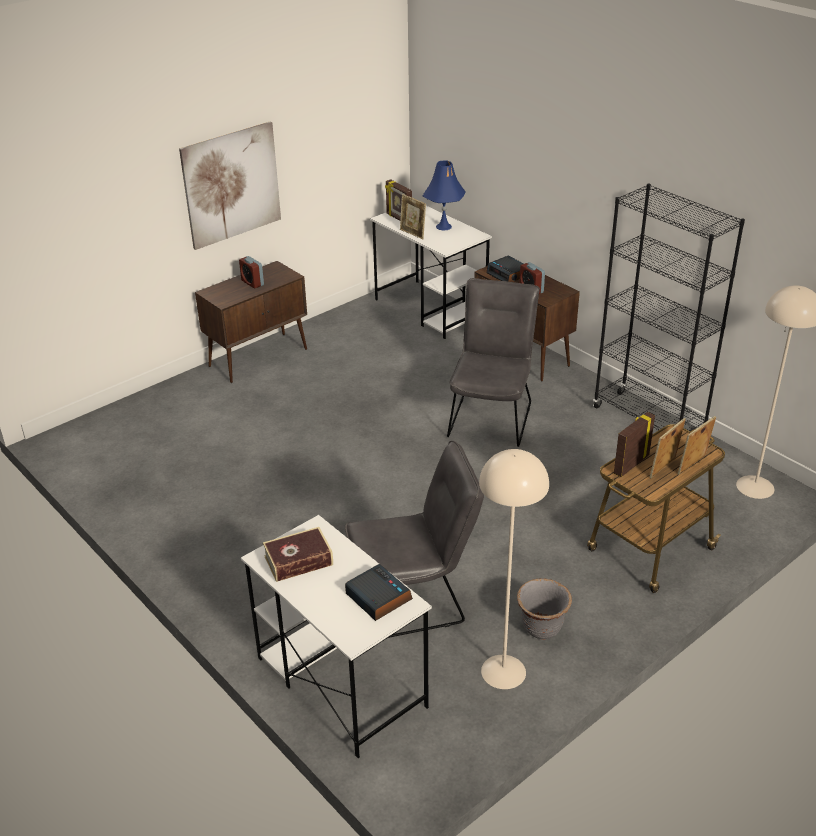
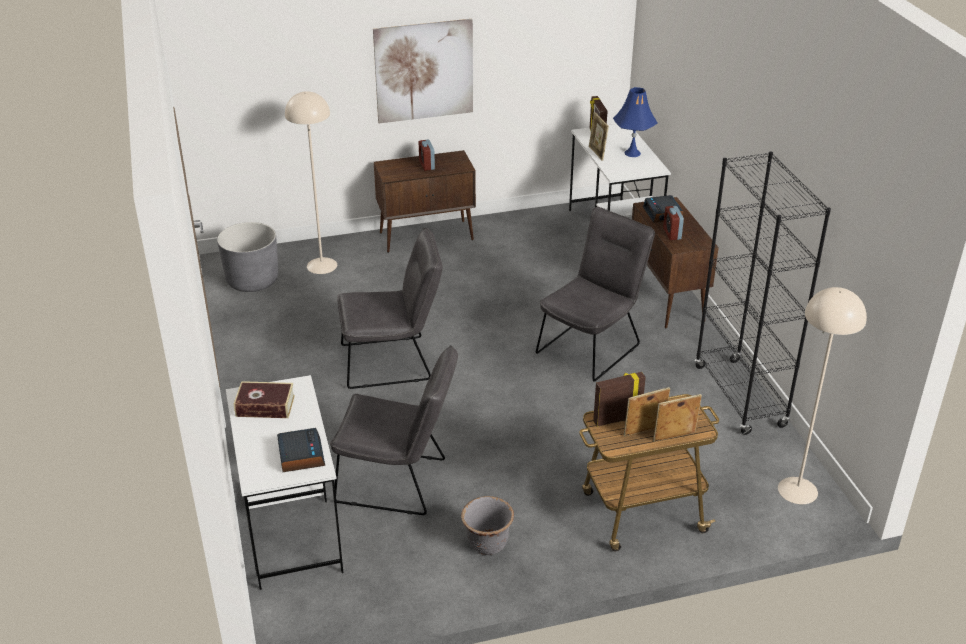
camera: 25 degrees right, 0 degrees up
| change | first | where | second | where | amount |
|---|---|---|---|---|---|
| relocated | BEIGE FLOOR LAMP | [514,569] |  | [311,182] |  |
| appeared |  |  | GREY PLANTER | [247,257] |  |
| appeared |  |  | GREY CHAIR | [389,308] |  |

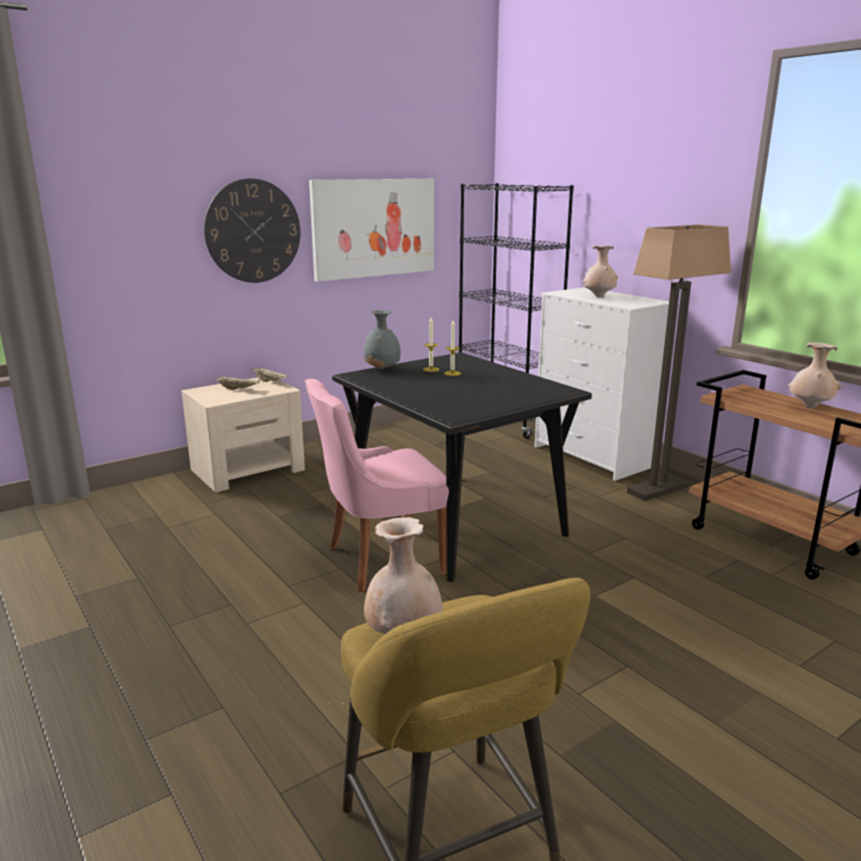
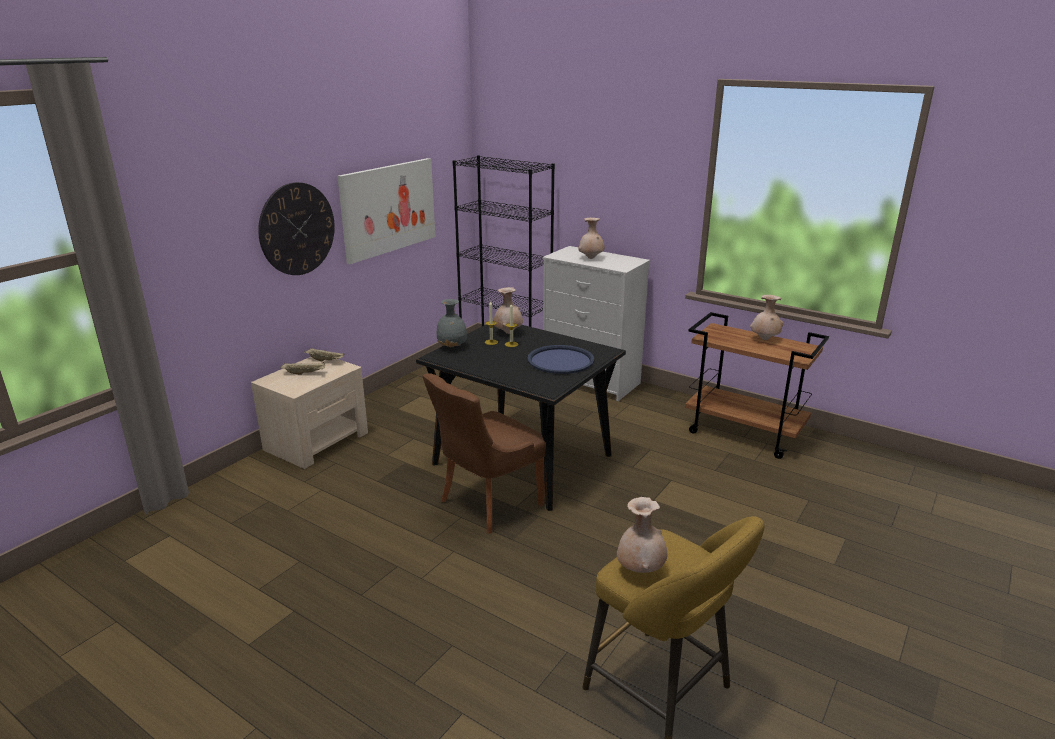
camera: 20 degrees left, 5 degrees up
| change | first | where | second | where | amount |
|---|---|---|---|---|---|
| missing | FLOOR LAMP | [679,363] |  |  |  |
| colour | PINK CHAIR | [377,485] | BROWN CHAIR | [484,453] |  |
| appeared |  |  | BEIGE VASE | [508,310] |  |
| appeared |  |  | BLUE TRAY | [561,359] |  |

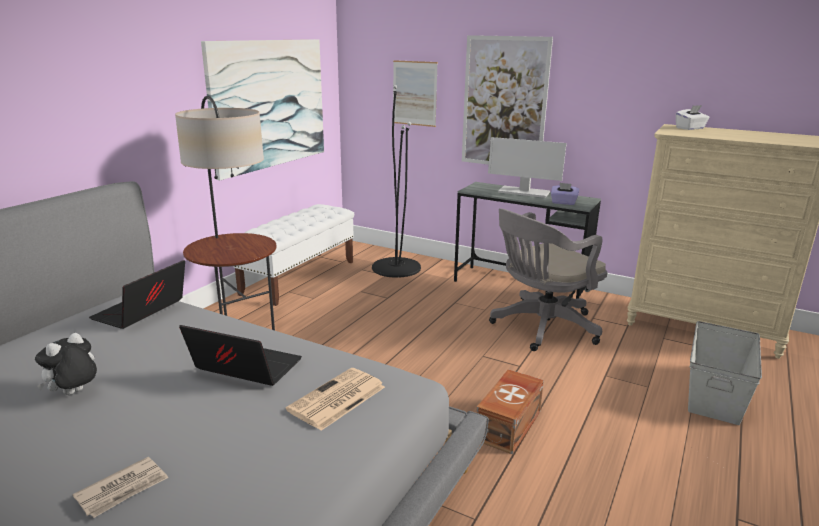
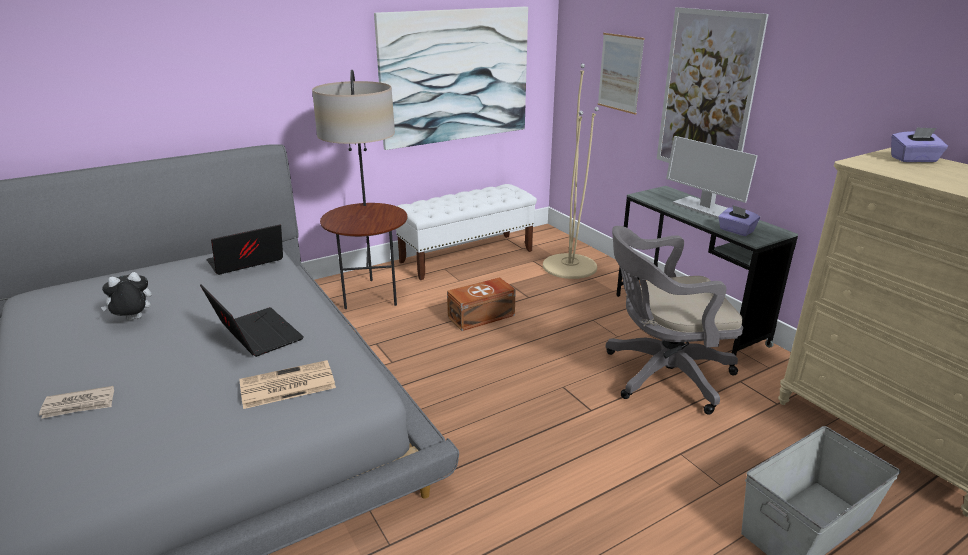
camera: 30 degrees right, 5 degrees up
| change | first | where | second | where | amount |
|---|---|---|---|---|---|
| colour | BLACK FLOOR LAMP | [396,181] | BEIGE FLOOR LAMP | [571,171] |  |
| colour | WHITE TISSUE BOX | [693,117] | PURPLE TISSUE BOX | [919,144] |  |
| relocated | BROWN STORAGE BOX | [510,412] |  | [481,304] |  |

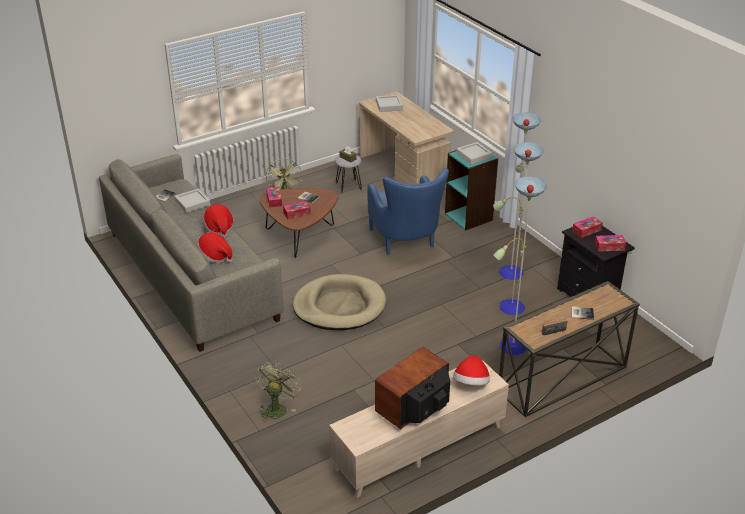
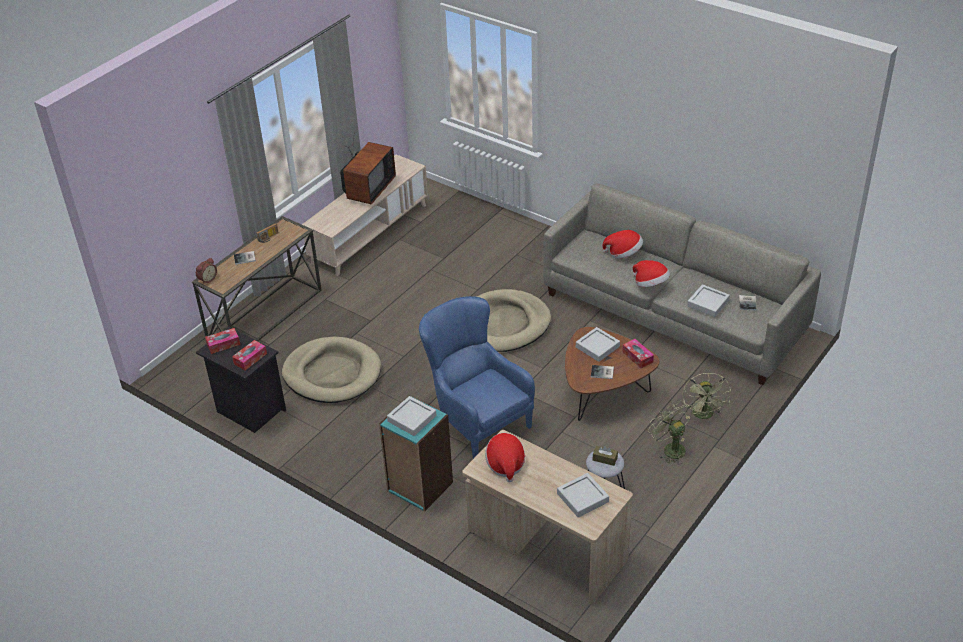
camera: 160 degrees right, 5 degrees up
| change | first | where | second | where | amount |
|---|---|---|---|---|---|
| exchanged | FLOOR LAMP | [520,234] | BEIGE DOG BED | [331,370] |  |
| exchanged | TISSUE BOX | [297,210] | GREY TRAY | [598,344] |  |
| relocated | HAT | [471,370] |  | [505,457] |  |
| relocated | GREEN FAN | [278,391] |  | [707,396] |  |
| appeared |  |  | ALARM CLOCK | [206,271] |  |

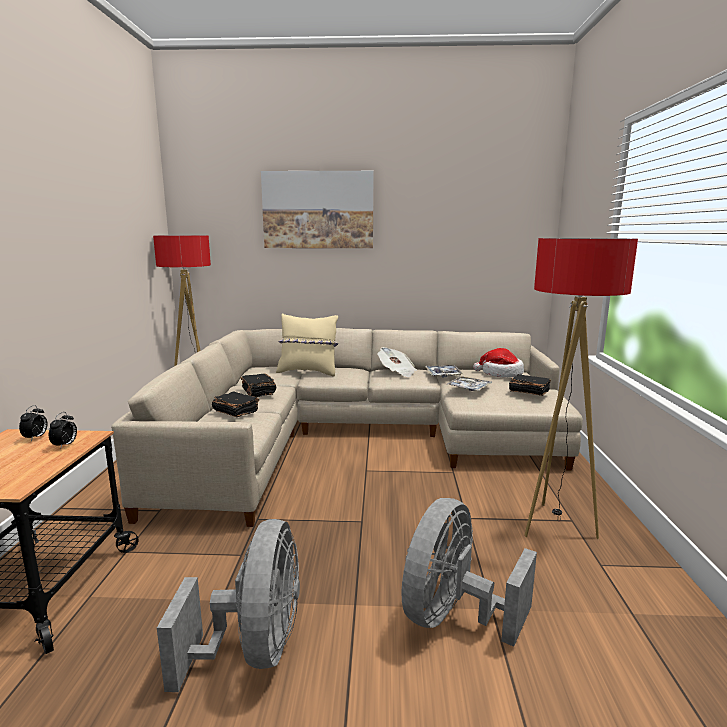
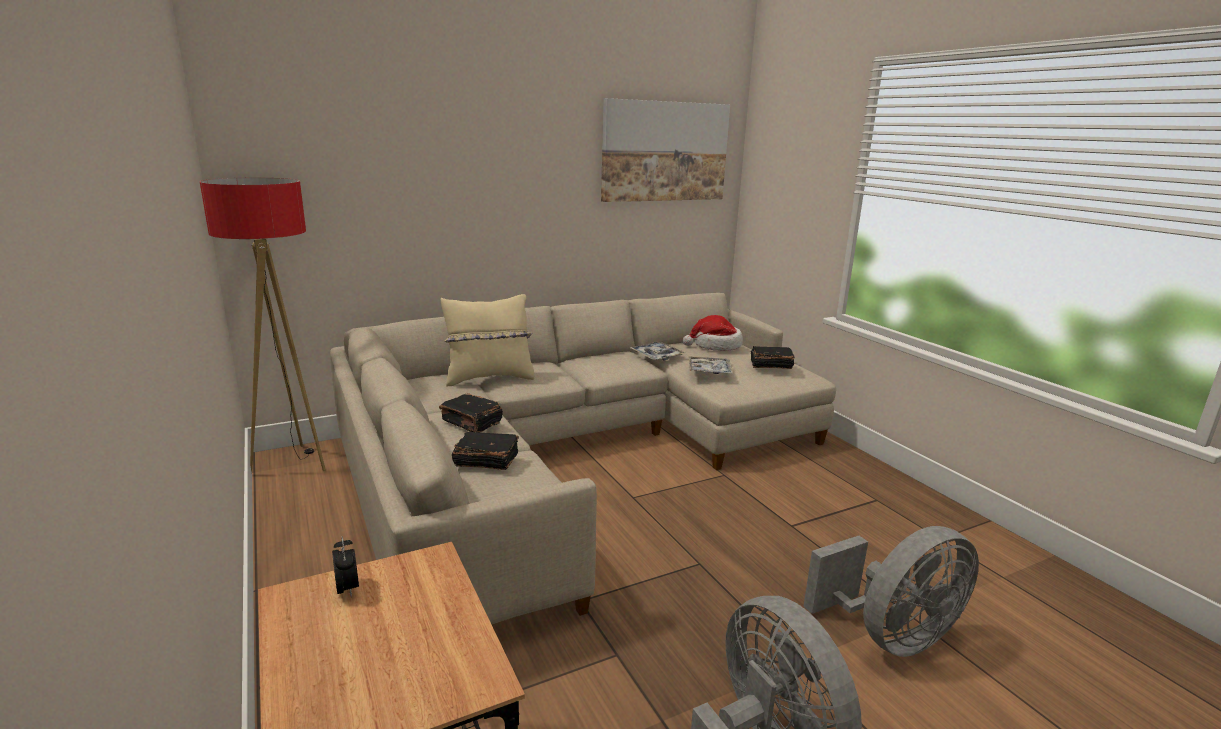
camera: 30 degrees left, 5 degrees up
| change | first | where | second | where | amount |
|---|---|---|---|---|---|
| relocated | PICTURE | [317,209] |  | [665,150] |  |
| missing | FLOOR LAMP | [581,388] |  |  |  |
| missing | NEWSPAPER | [397,362] |  |  |  |
| missing | ALARM CLOCK | [63,430] |  |  |  |
| spun | GREY FAN | [469,572] |  | [891,591] | 120 degrees counterclockwise |

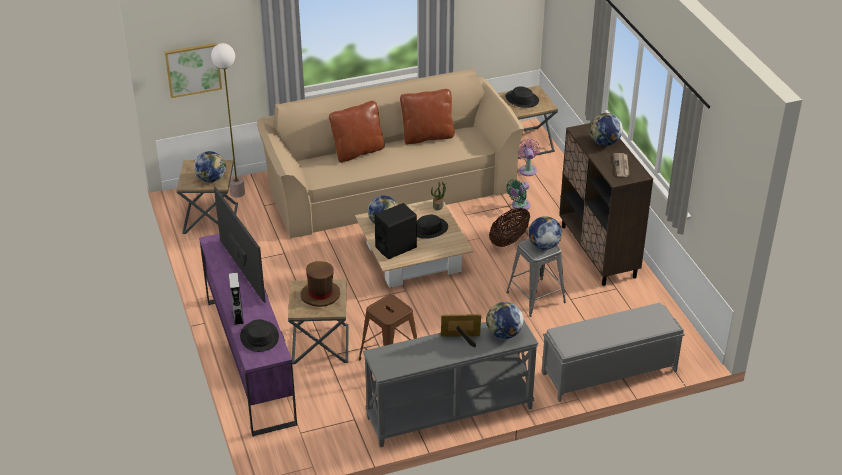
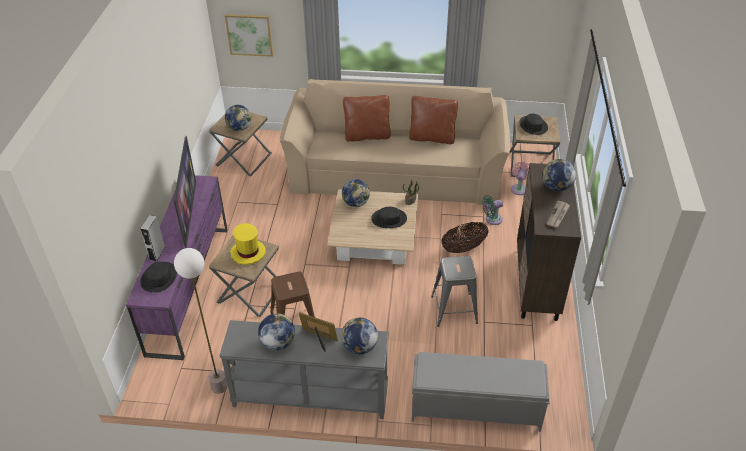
camera: 25 degrees right, 5 degrees up
| change | first | where | second | where | amount |
|---|---|---|---|---|---|
| relocated | FLOOR LAMP | [228,120] |  | [201,321] |  |
| missing | BLACK SPEAKER | [395,231] |  |  |  |
| relocated | GLOBE | [545,233] |  | [276,331] |  |
| colour | BROWN HAT | [320,284] | YELLOW HAT | [248,244] |  |

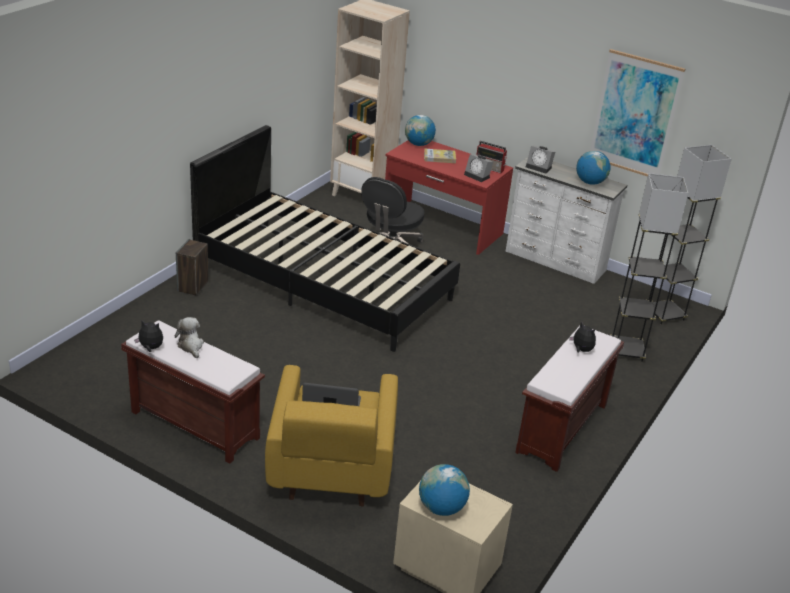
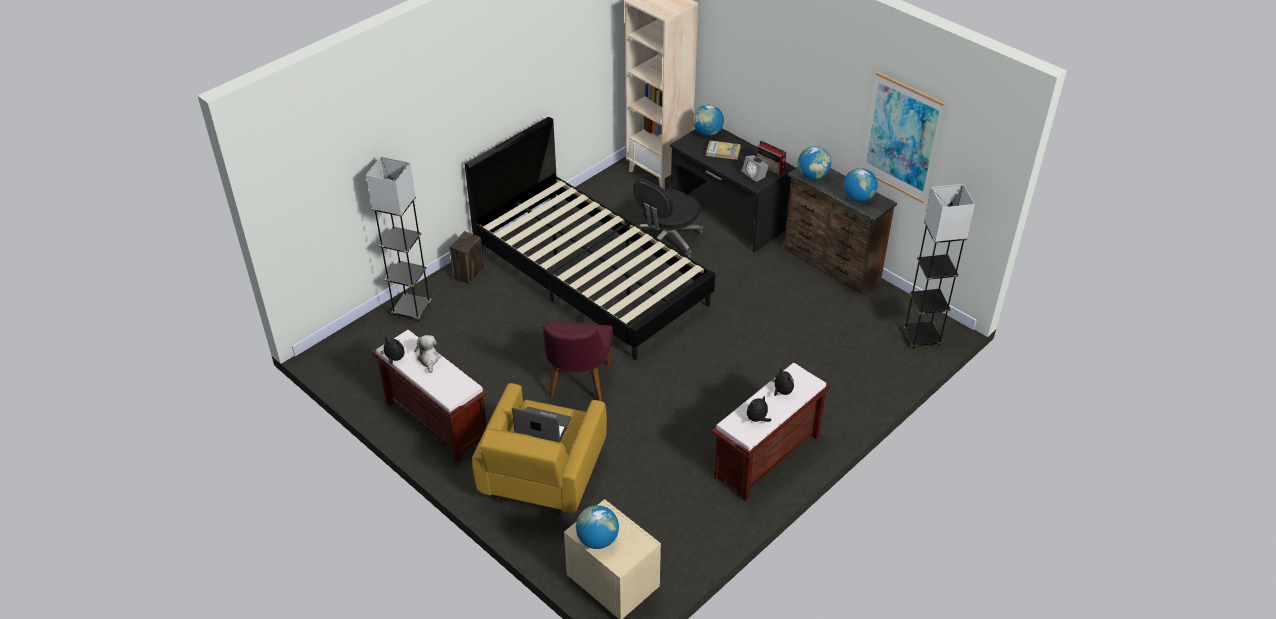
camera: 15 degrees right, 10 degrees up
| change | first | where | second | where | amount |
|---|---|---|---|---|---|
| colour | RED DESK | [449,197] | BLACK DESK | [733,190] |  |
| exchanged | ALARM CLOCK | [540,160] | GLOBE | [814,163] |  |
| colour | WHITE DRESSER | [566,220] | BROWN DRESSER | [840,231] |  |
| relocated | GREY FLOOR LAMP | [649,267] |  | [399,239] |  |
| appeared |  |  | PURPLE CHAIR | [578,361] |  |
| appeared |  |  | PLUSH TOY | [759,409] |  |

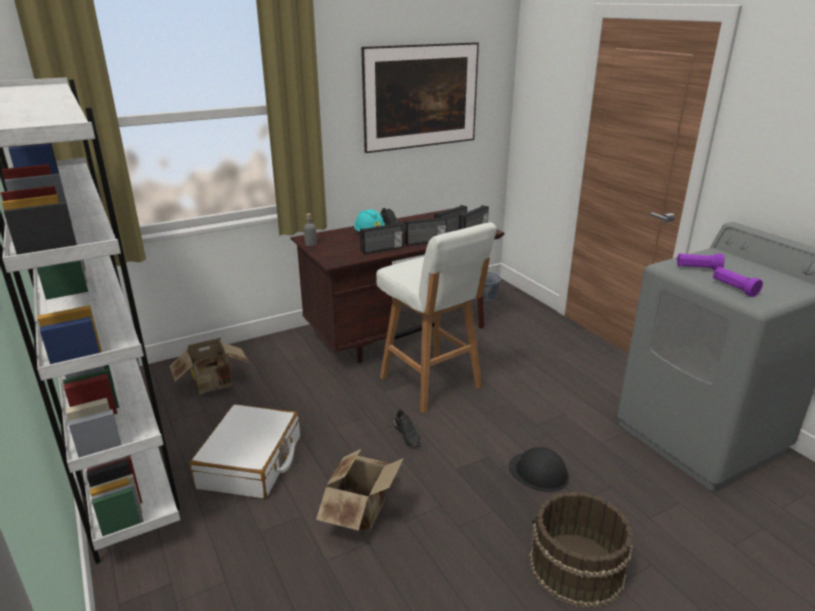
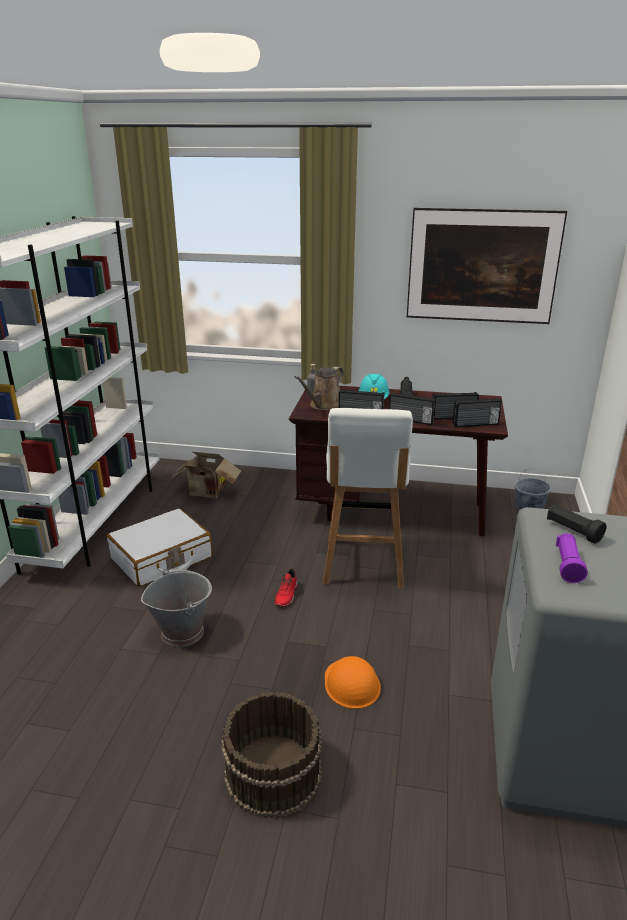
camera: 40 degrees right, 0 degrees up
| change | first | where | second | where | amount |
|---|---|---|---|---|---|
| colour | PURPLE FLASHLIGHT | [701,261] | BLACK FLASHLIGHT | [576,524] |  |
| colour | BLACK SHOE | [407,428] | RED SHOE | [286,588] |  |
| colour | BLACK HARD HAT | [539,469] | ORANGE HARD HAT | [353,682] |  |
| exchanged | CARDBOARD BOX | [360,490] | GREY BUCKET | [176,608] |  |
| appeared |  |  | BROWN WATERING CAN | [319,388] |  |

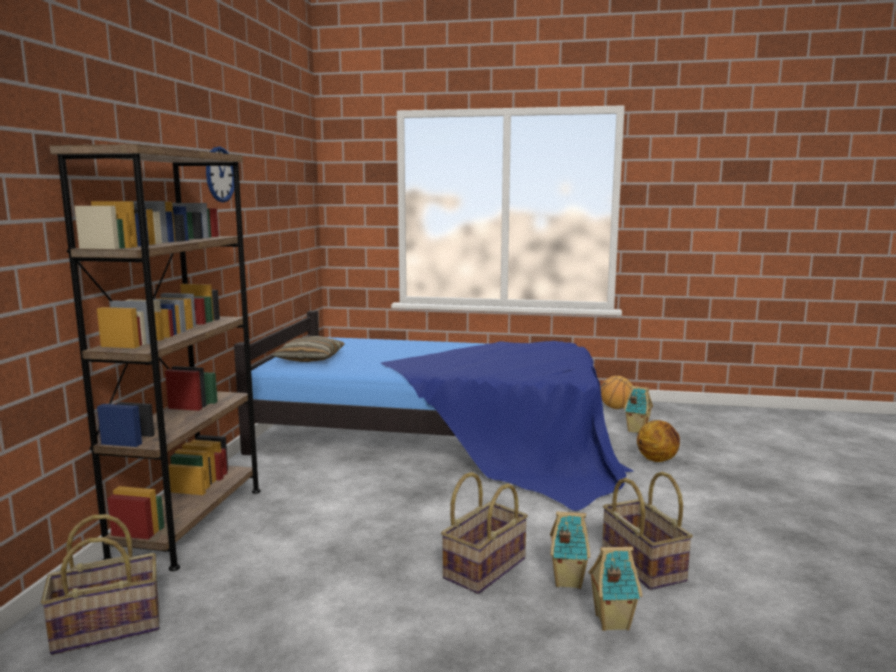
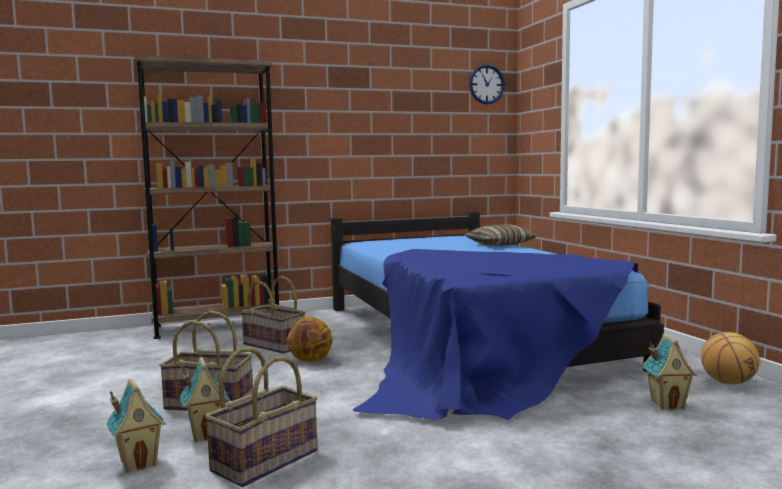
camera: 60 degrees right, 5 degrees down
| change | first | where | second | where | amount |
|---|---|---|---|---|---|
| relocated | WALL CLOCK | [220,174] |  | [487,84] |  |
| relocated | PILLOW | [308,349] |  | [501,235] |  |
| relocated | BASKETBALL | [658,441] |  | [310,339] |  |
| relocated | BASKET | [100,584] |  | [273,315] |  |

